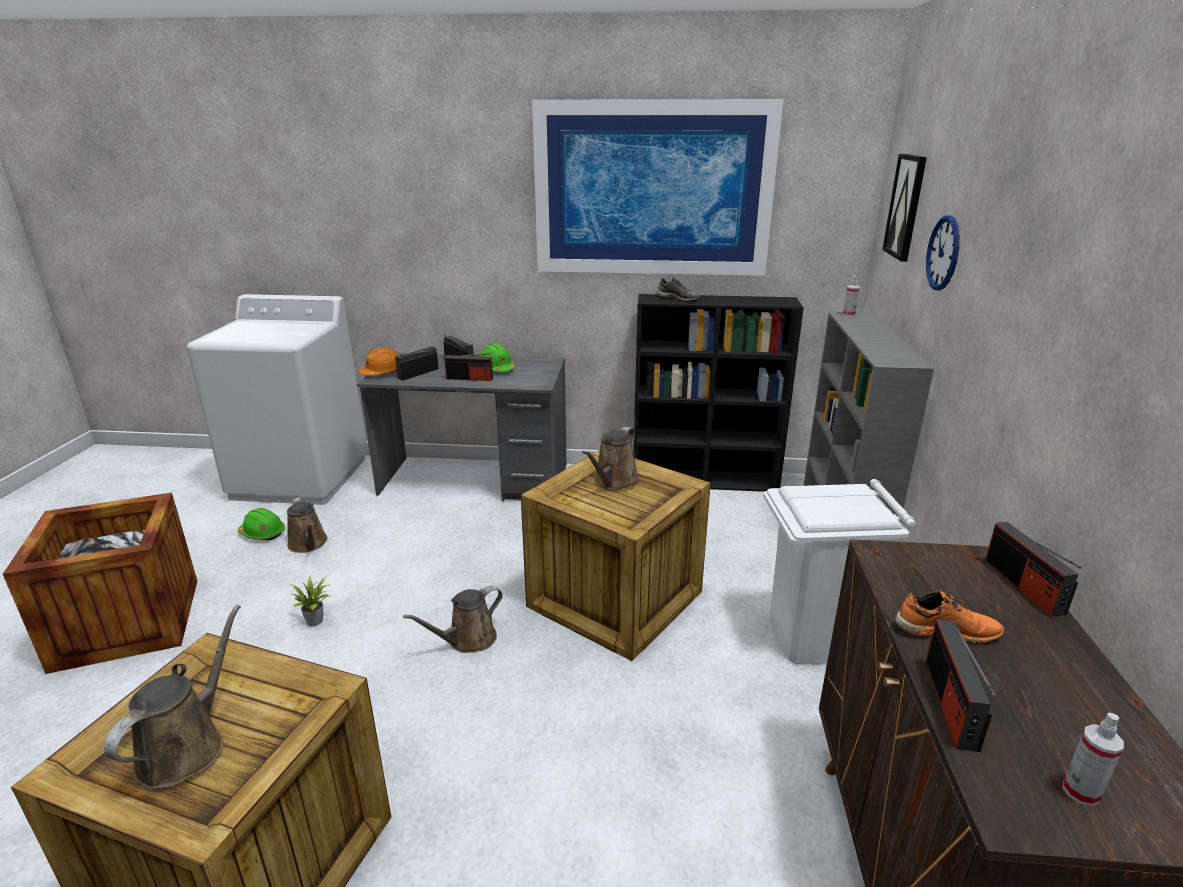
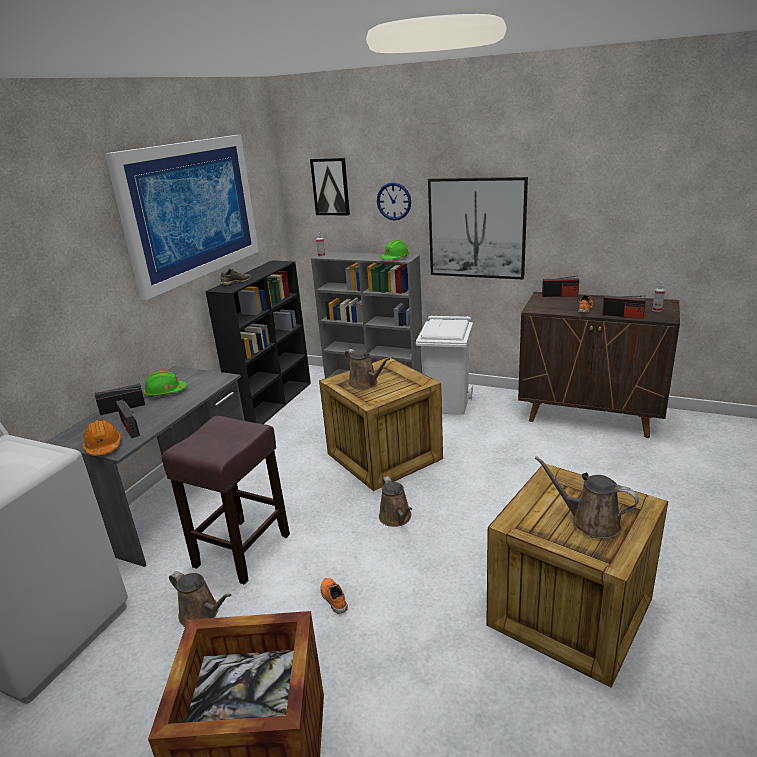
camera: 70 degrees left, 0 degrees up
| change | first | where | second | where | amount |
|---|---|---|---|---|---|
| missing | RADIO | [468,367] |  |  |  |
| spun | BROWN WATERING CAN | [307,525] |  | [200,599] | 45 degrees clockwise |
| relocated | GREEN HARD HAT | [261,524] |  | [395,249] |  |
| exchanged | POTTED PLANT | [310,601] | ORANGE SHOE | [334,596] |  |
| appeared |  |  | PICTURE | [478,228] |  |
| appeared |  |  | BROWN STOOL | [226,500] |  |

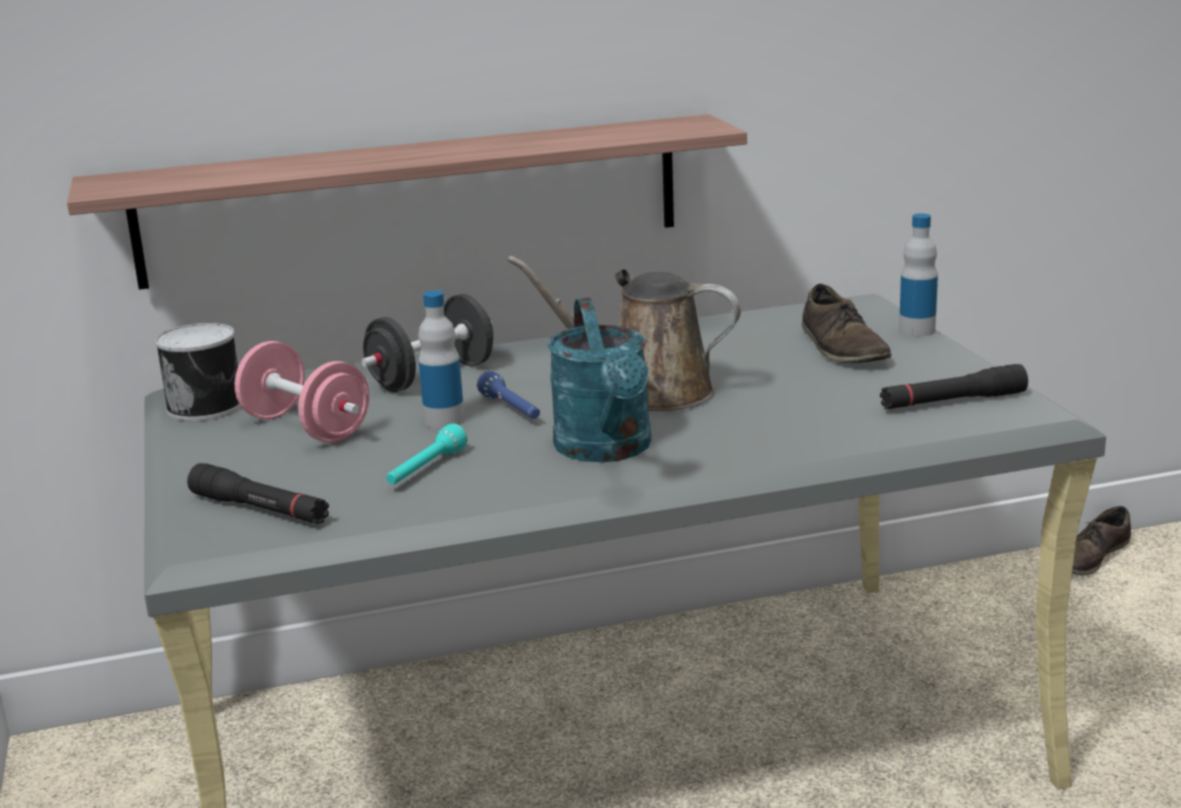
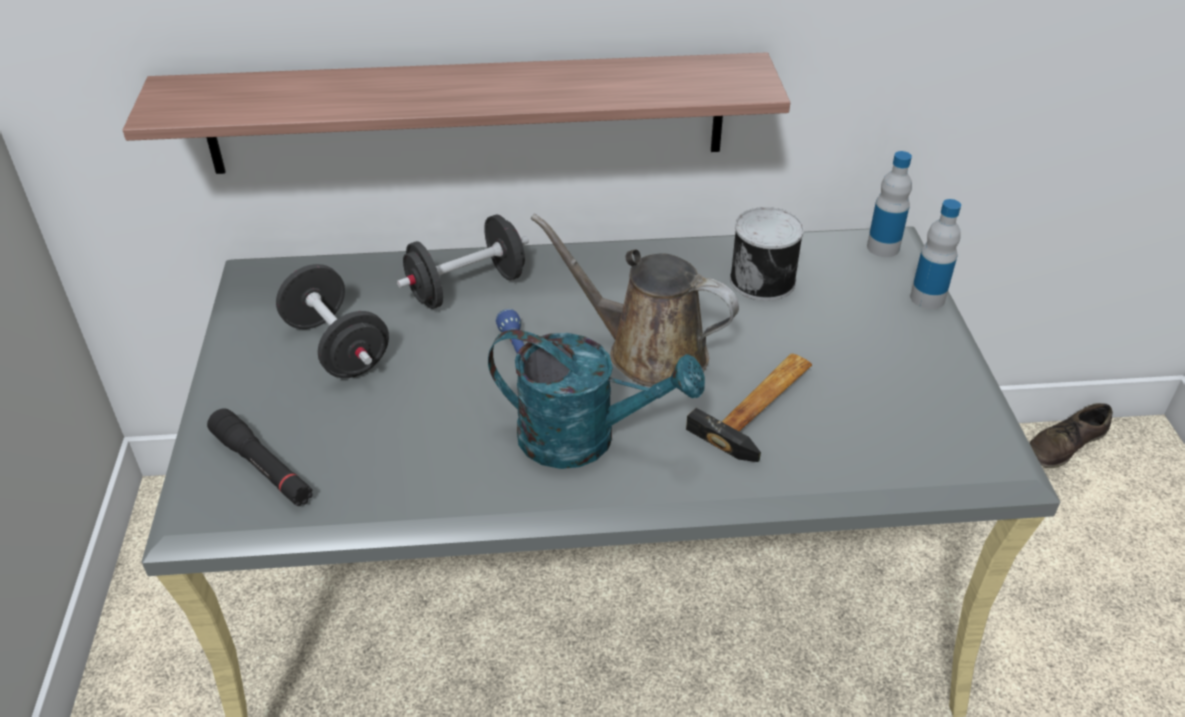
camera: 10 degrees right, 20 degrees up
| change | first | where | second | where | amount |
|---|---|---|---|---|---|
| missing | BROWN SHOE | [846,323] |  |  |  |
| relocated | BOTTLE | [441,359] |  | [889,204] |  |
| spun | TURQUOISE WATERING CAN | [599,379] |  | [596,399] | 75 degrees counterclockwise |
| relocated | CAN | [198,372] |  | [767,254] |  |
| colour | PINK DUMBBELL | [302,392] | BLACK DUMBBELL | [332,321] |  |
| missing | BLACK FLASHLIGHT | [954,387] |  |  |  |
| missing | TURQUOISE FLASHLIGHT | [427,454] |  |  |  |
| appeared |  |  | HAMMER | [749,408] |  |

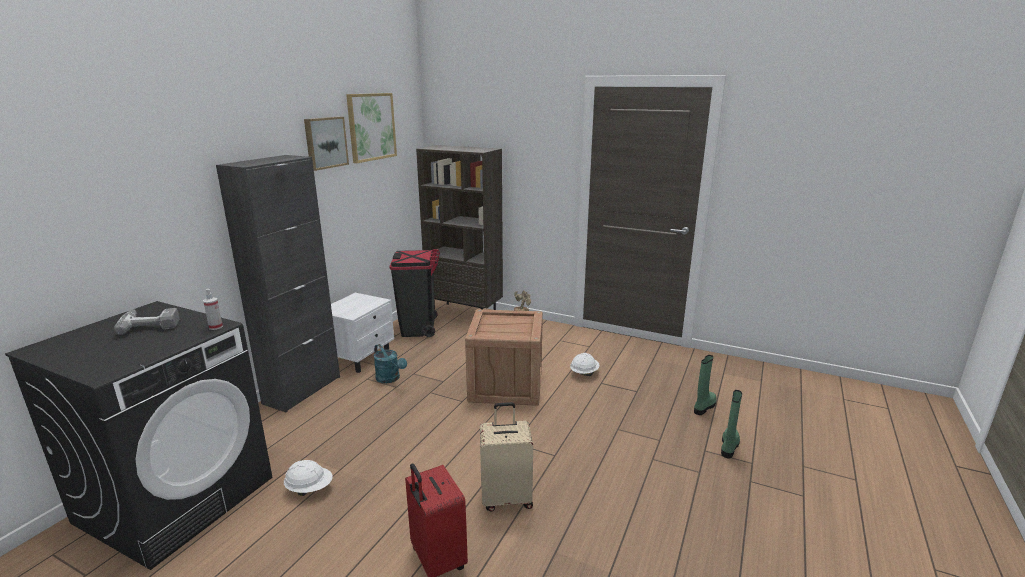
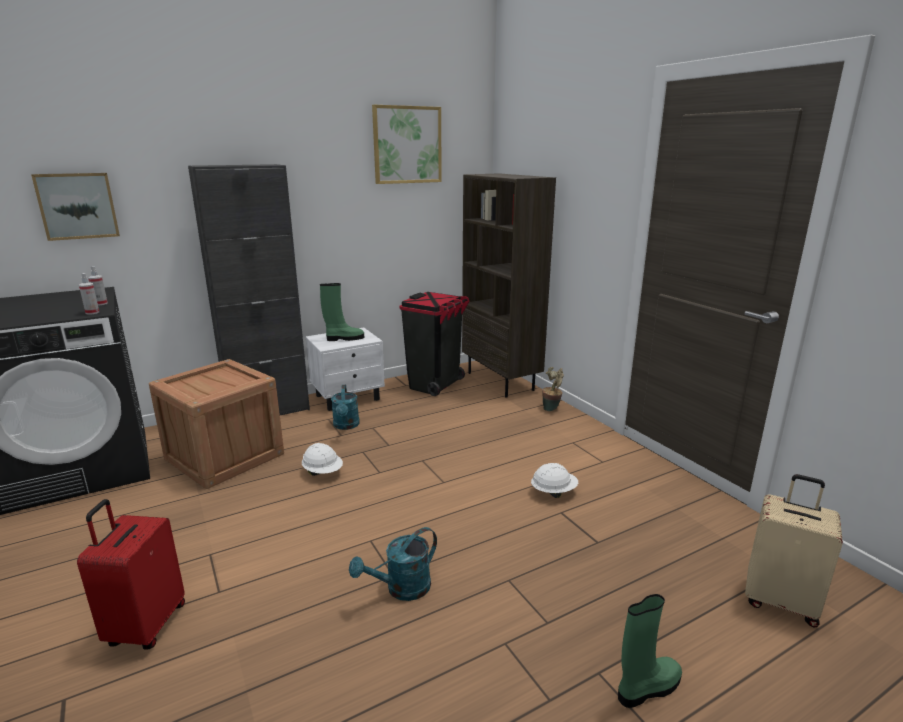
camera: 35 degrees right, 0 degrees up
| change | first | where | second | where | amount |
|---|---|---|---|---|---|
| relocated | PICTURE | [326,143] |  | [75,207] |  |
| missing | POWER DRILL | [146,321] |  |  |  |
| relocated | CRATE | [504,357] |  | [216,424] |  |
| relocated | GREEN BOOT | [705,385] |  | [342,312] |  |
| relocated | BEIGE SUITCASE | [506,456] |  | [794,550] |  |
| relocated | WHITE HARD HAT | [308,478] |  | [322,459] |  |
| appeared |  |  | SPRAY BOTTLE | [98,285] |  |
| appeared |  |  | TURQUOISE WATERING CAN | [393,564] |  |

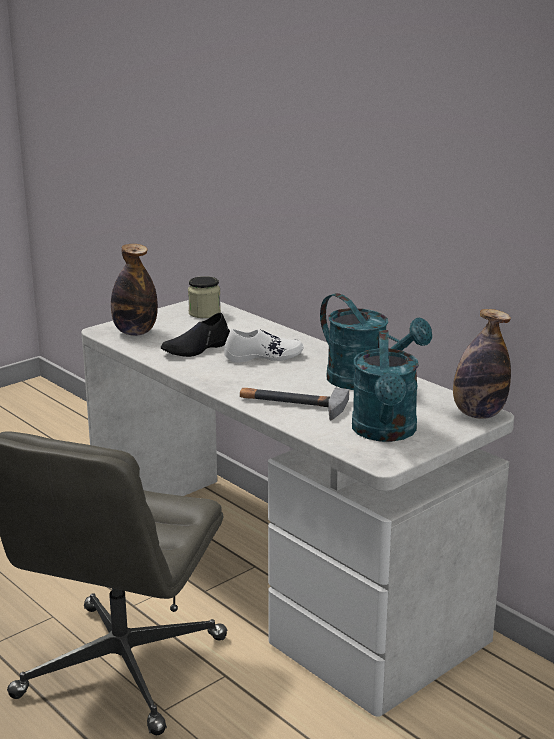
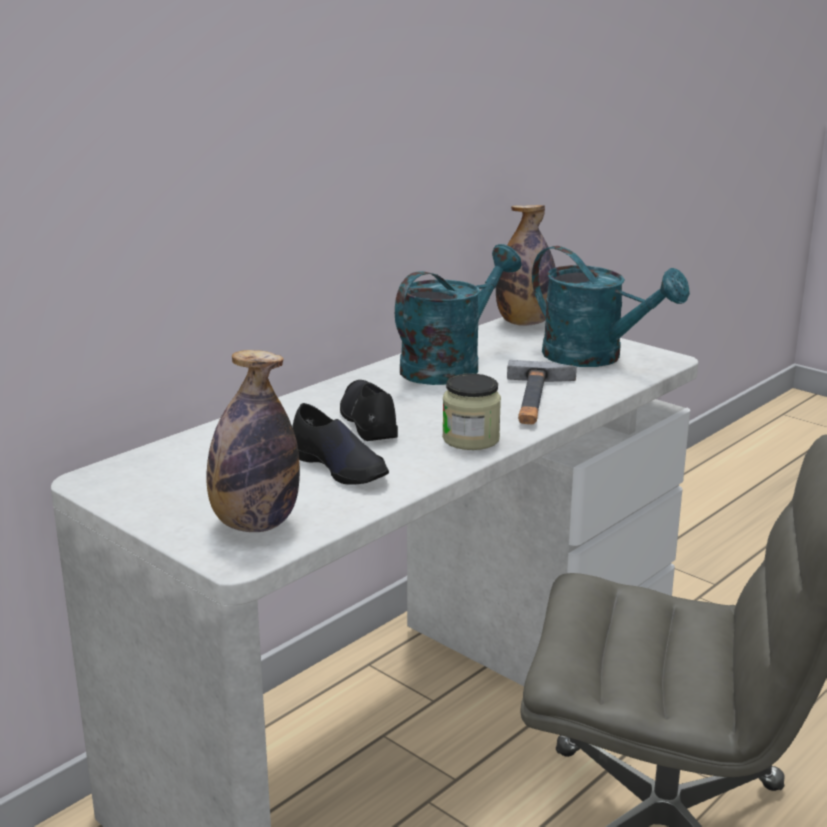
camera: 95 degrees left, 0 degrees up
| change | first | where | second | where | amount |
|---|---|---|---|---|---|
| relocated | JAR | [204,297] |  | [471,411] |  |
| colour | WHITE SHOE | [264,346] | BLACK SHOE | [369,410] |  |
| spun | TURQUOISE WATERING CAN | [385,386] |  | [611,306] | 45 degrees clockwise |

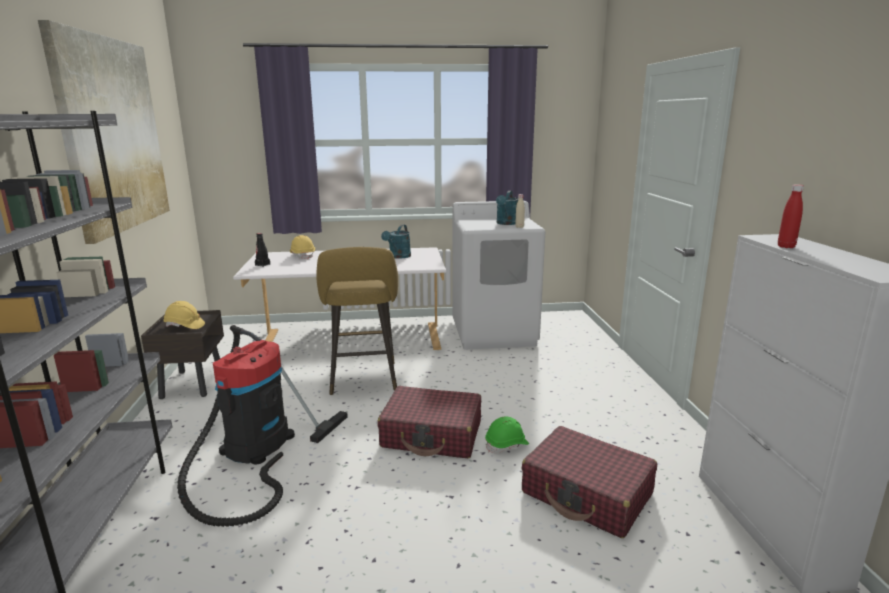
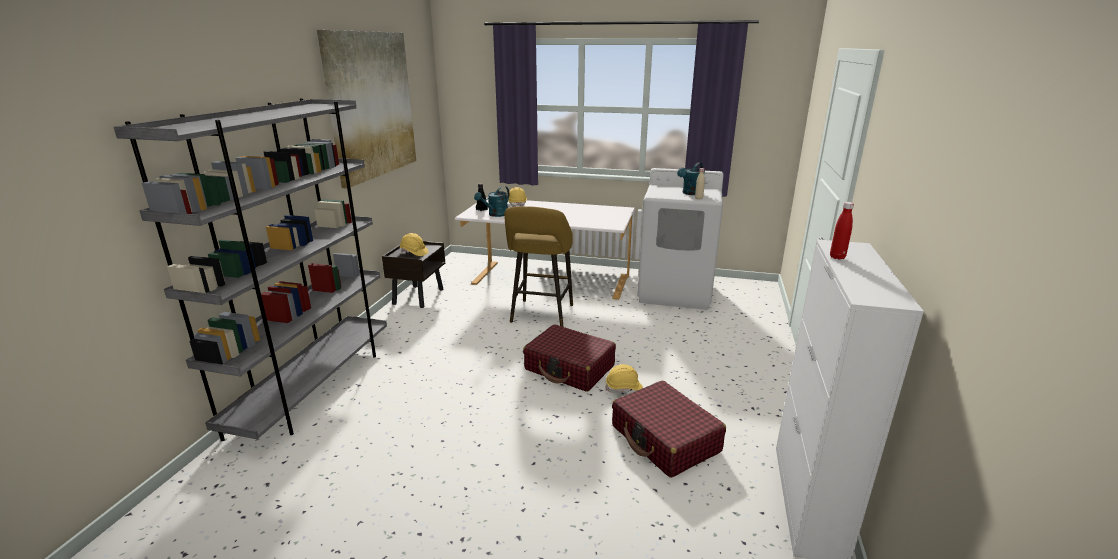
camera: 20 degrees right, 5 degrees up
| change | first | where | second | where | amount |
|---|---|---|---|---|---|
| relocated | TURQUOISE WATERING CAN | [396,241] |  | [491,201] |  |
| missing | VACUUM CLEANER | [262,426] |  |  |  |
| colour | GREEN HARD HAT | [507,435] | YELLOW HARD HAT | [624,378] |  |

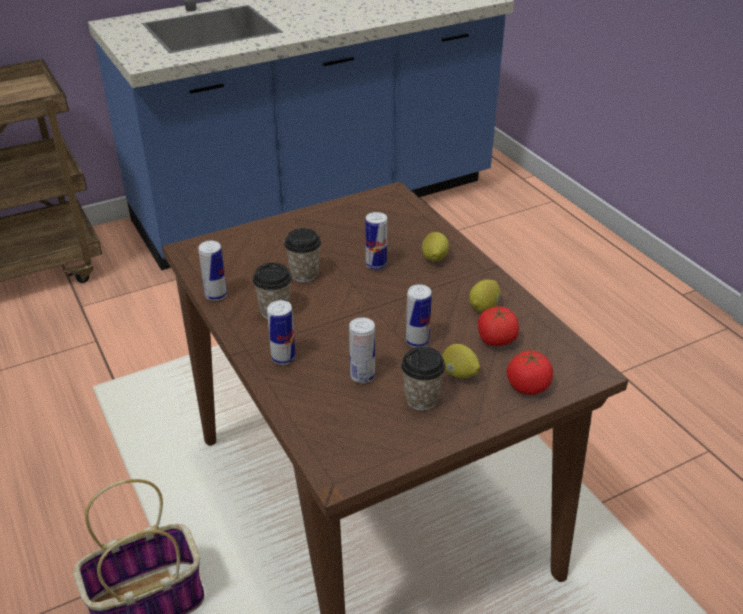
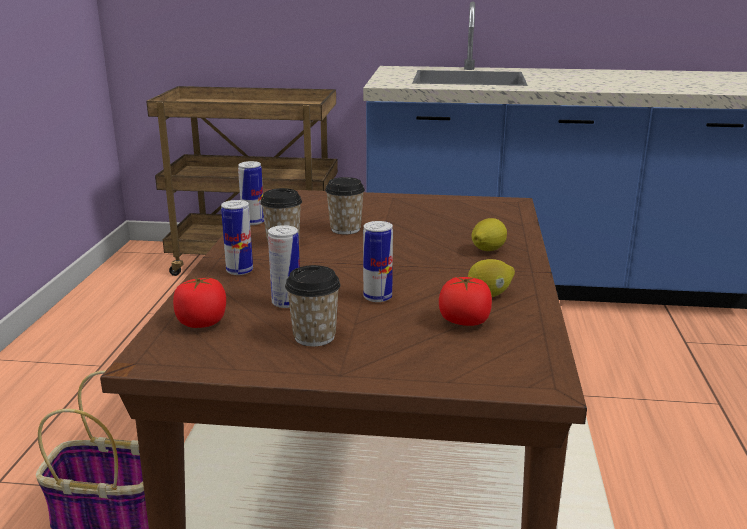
camera: 35 degrees right, 15 degrees down
| change | first | where | second | where | amount |
|---|---|---|---|---|---|
| missing | CAN | [376,241] |  |  |  |
| missing | LEMON | [461,361] |  |  |  |
| relocated | TOMATO | [530,372] |  | [199,302] |  |

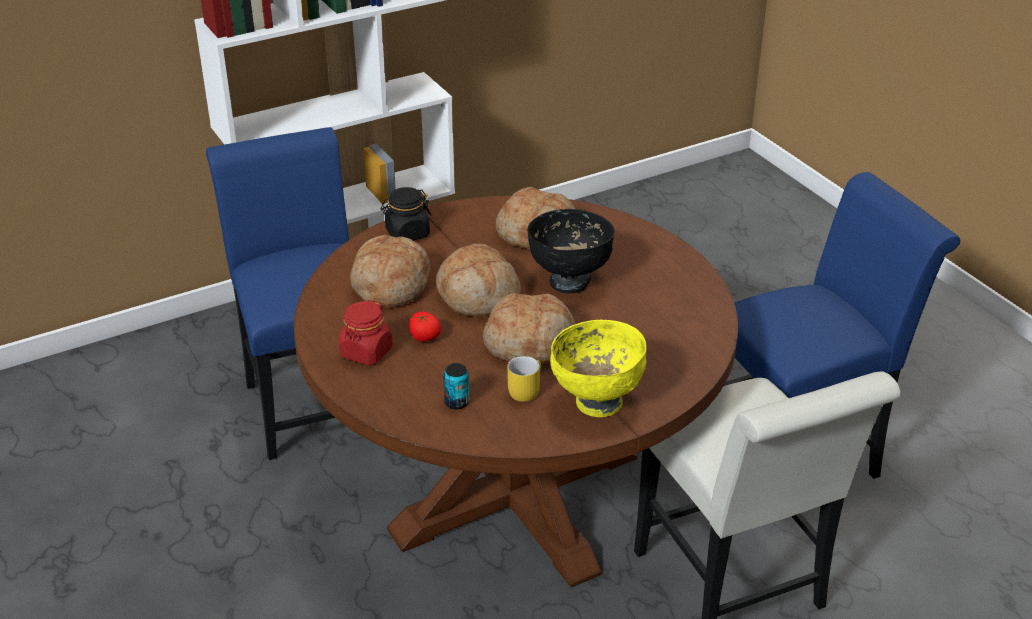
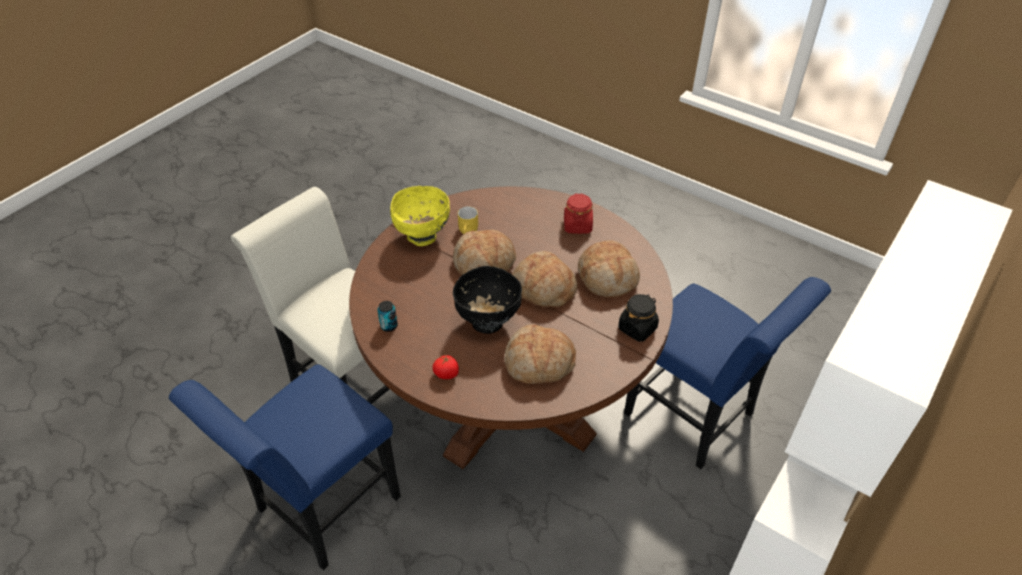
camera: 155 degrees right, 10 degrees up
| change | first | where | second | where | amount |
|---|---|---|---|---|---|
| relocated | TOMATO | [425,326] |  | [445,367] |  |
| relocated | CAN | [456,386] |  | [387,316] |  |

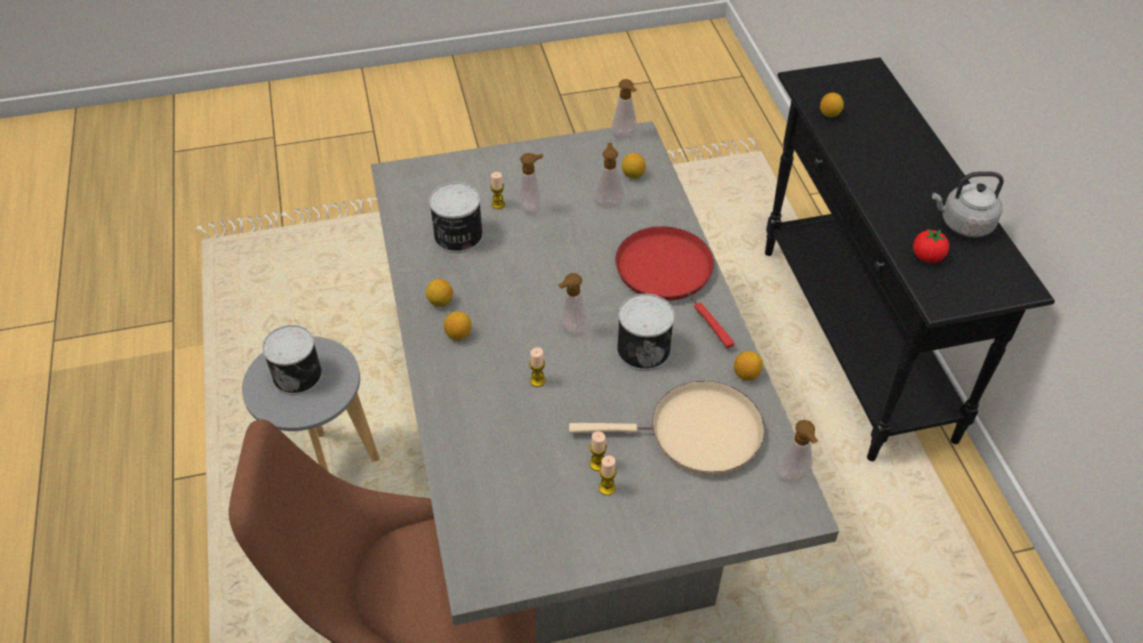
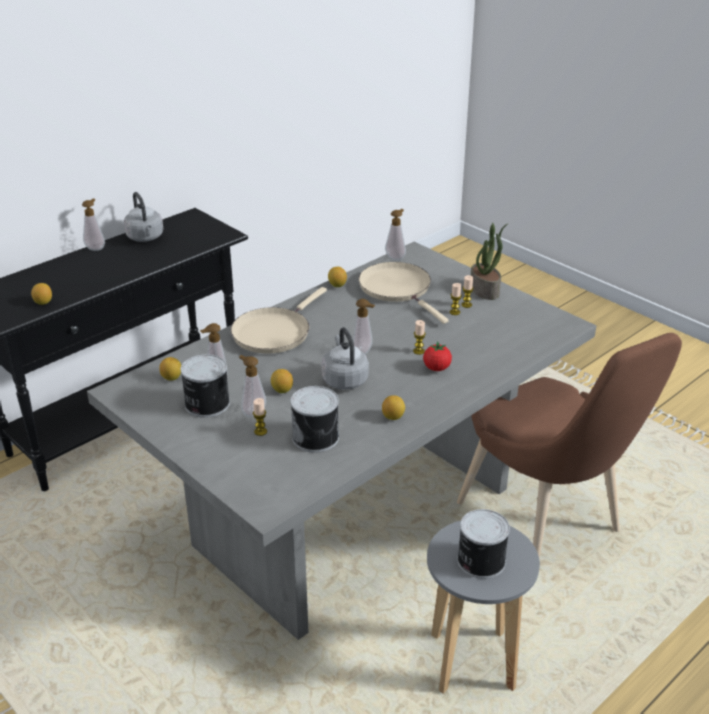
camera: 120 degrees left, 15 degrees down
| change | first | where | second | where | amount |
|---|---|---|---|---|---|
| relocated | SOAP DISPENSER | [624,109] |  | [93,225] |  |
| colour | RED FRYING PAN | [675,287] | BEIGE FRYING PAN | [279,320] |  |
| relocated | TOMATO | [931,245] |  | [437,356] |  |
| relocated | CAN | [646,332] |  | [205,386] |  |
| relocated | LEMON | [458,325] |  | [282,381] |  |
| appeared |  |  | POTTED PLANT | [489,261] |  |
| appeared |  |  | GREY KETTLE | [345,358] |  |

